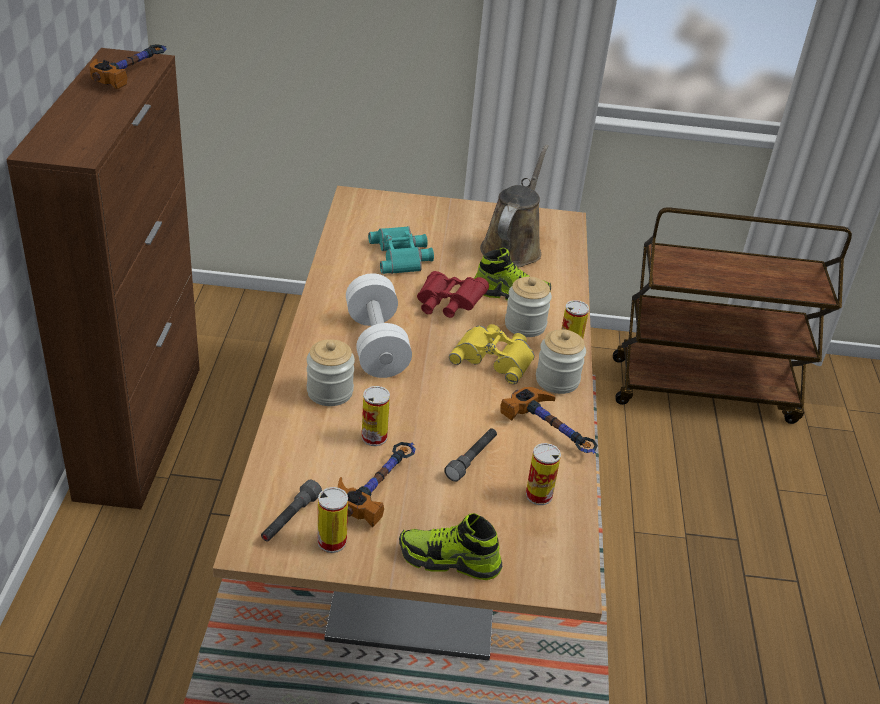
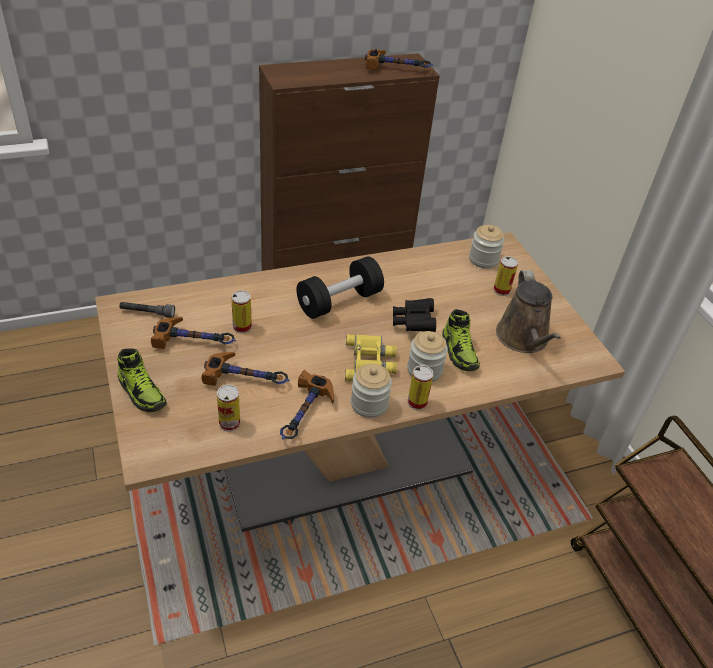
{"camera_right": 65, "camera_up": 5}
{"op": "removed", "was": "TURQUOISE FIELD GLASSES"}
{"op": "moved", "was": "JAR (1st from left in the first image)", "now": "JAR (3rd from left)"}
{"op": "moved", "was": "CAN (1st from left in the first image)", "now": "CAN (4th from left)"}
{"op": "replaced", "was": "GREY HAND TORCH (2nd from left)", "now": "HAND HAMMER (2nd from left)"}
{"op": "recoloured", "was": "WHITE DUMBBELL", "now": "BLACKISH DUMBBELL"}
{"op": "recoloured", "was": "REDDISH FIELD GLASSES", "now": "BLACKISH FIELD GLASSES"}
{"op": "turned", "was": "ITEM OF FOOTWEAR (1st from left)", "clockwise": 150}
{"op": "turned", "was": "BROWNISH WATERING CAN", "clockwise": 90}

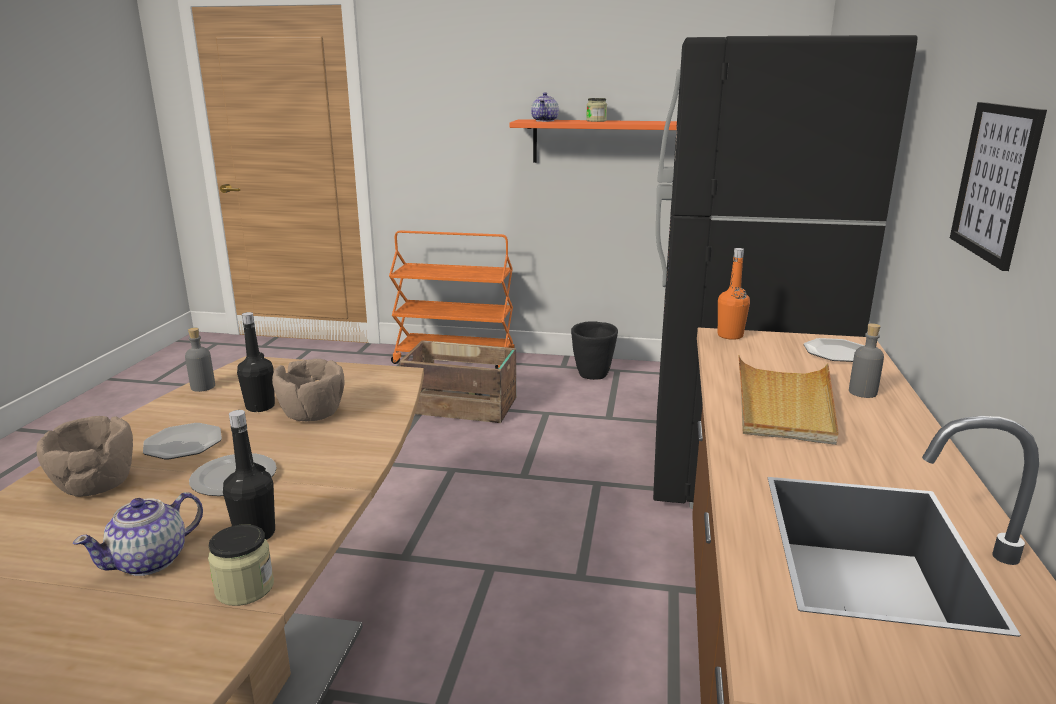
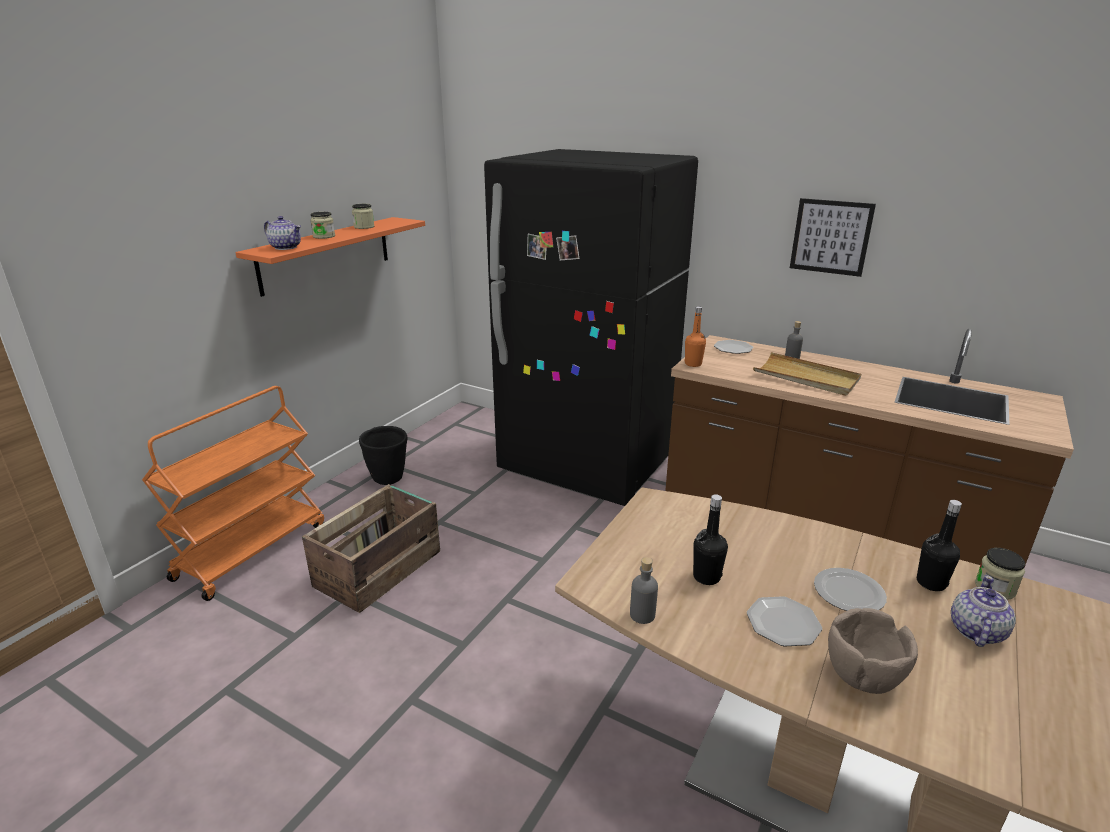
{"camera_right": -70, "camera_up": 5}
{"op": "removed", "was": "BROWNISH SERVING BOWL (2nd from left)"}
{"op": "added", "now": "JAR (2nd from left)"}
{"op": "turned", "was": "POT FOR TEA (1st from left in the first image)", "clockwise": -120}

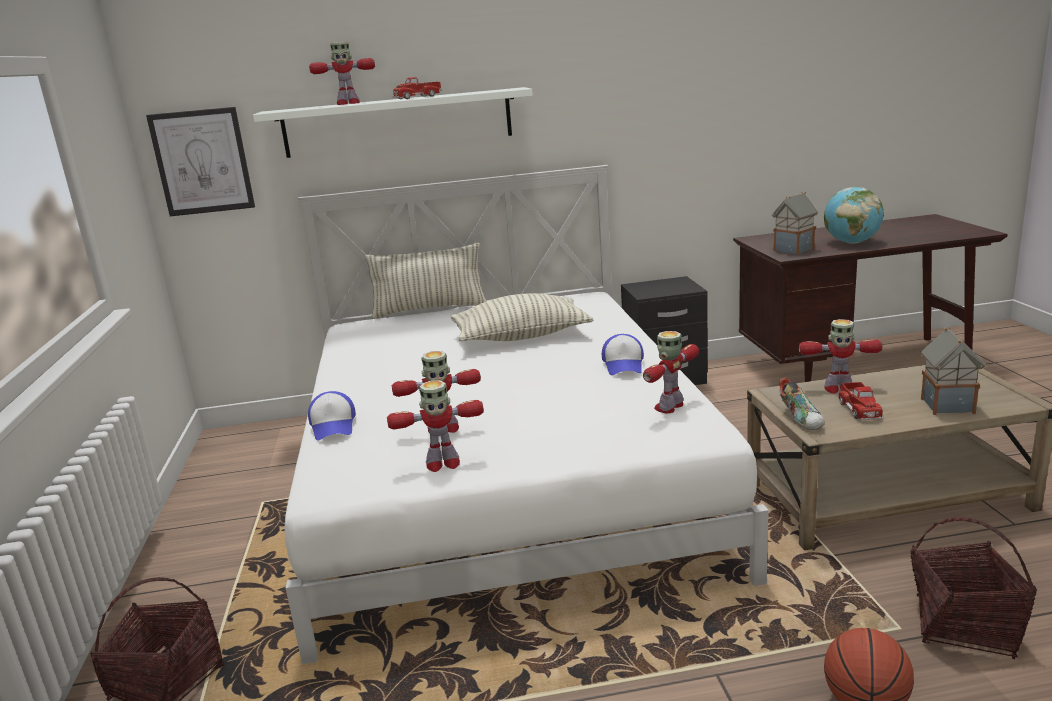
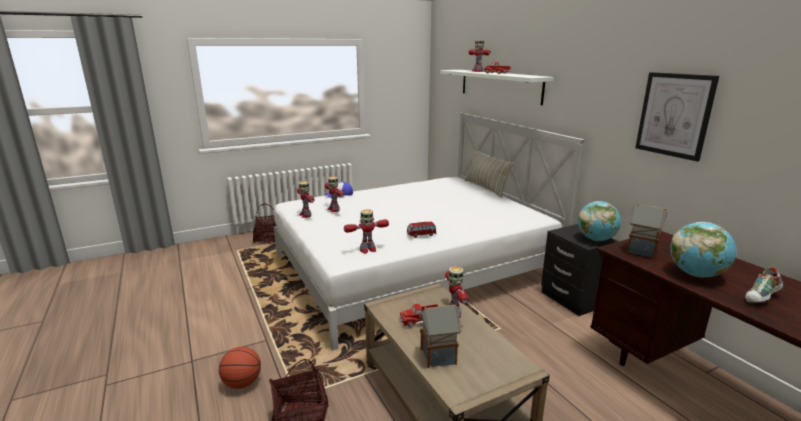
{"camera_right": 70, "camera_up": 0}
{"op": "removed", "was": "THROW PILLOW (2nd from left)"}
{"op": "added", "now": "DESK GLOBE (1st from left)"}
{"op": "moved", "was": "WALL PICTURE"}
{"op": "moved", "was": "ITEM OF FOOTWEAR"}
{"op": "replaced", "was": "BASEBALL CAP (2nd from left)", "now": "MINIATURE CAR"}
{"op": "turned", "was": "ROBOT FIGURE (4th from left in the first image)", "clockwise": 135}

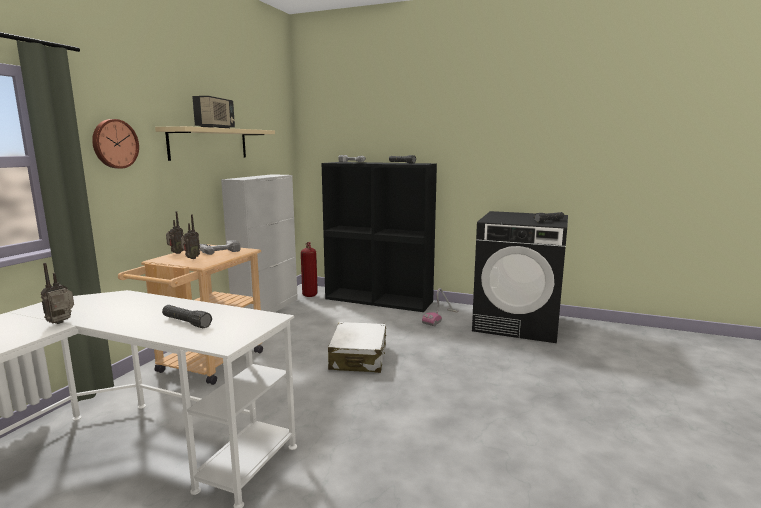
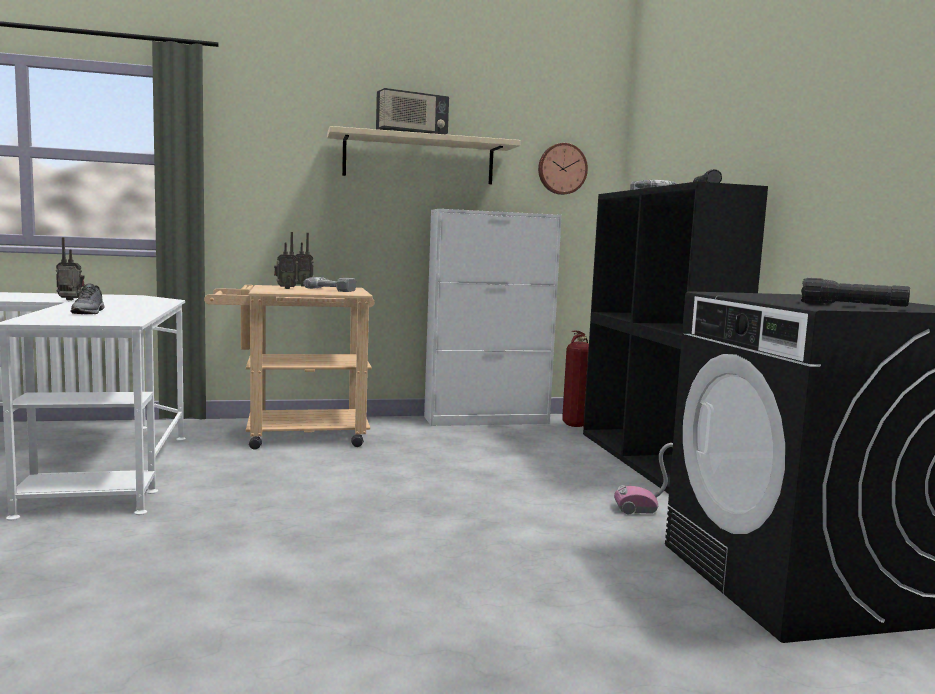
{"camera_right": 55, "camera_up": -5}
{"op": "removed", "was": "WHITE SUITCASE"}
{"op": "moved", "was": "WALL CLOCK"}
{"op": "replaced", "was": "BLACKISH HAND TORCH (1st from left)", "now": "GREY ITEM OF FOOTWEAR"}

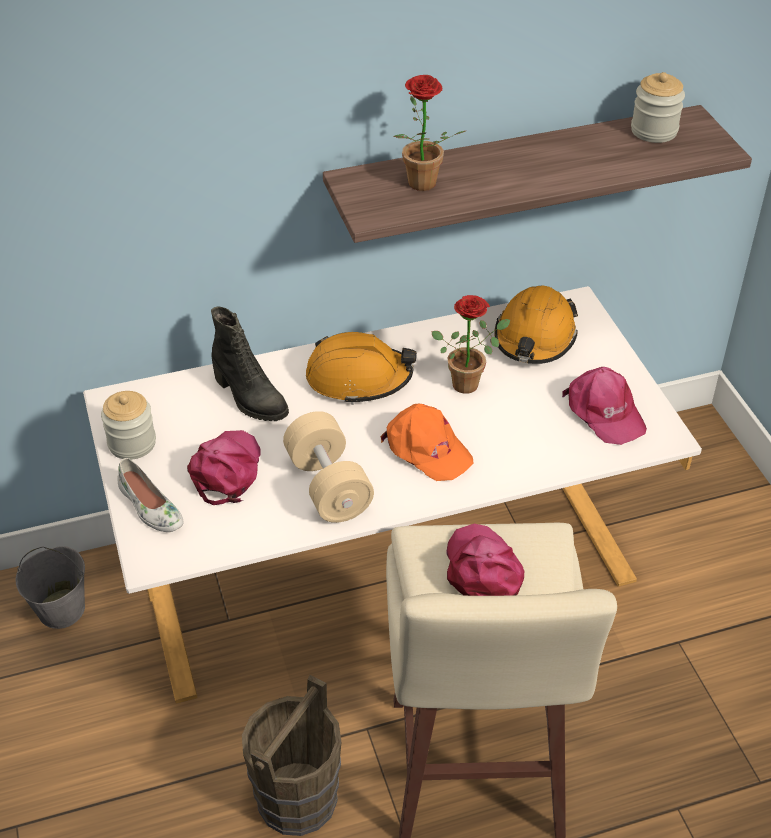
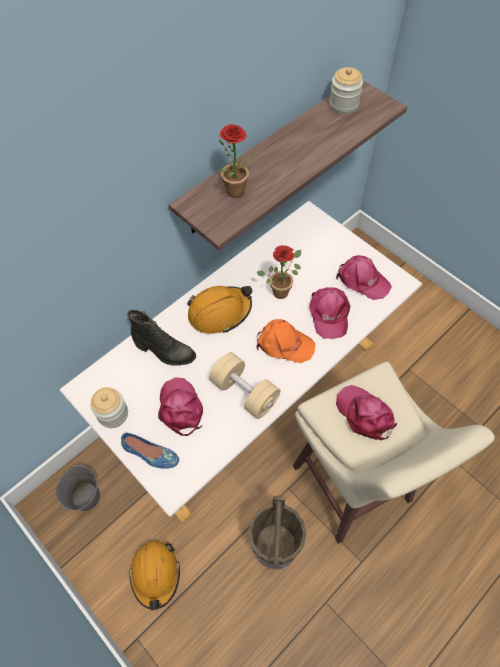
{"camera_right": -25, "camera_up": 15}
{"op": "added", "now": "PINK-COLOURED BASEBALL CAP (2nd from left)"}
{"op": "moved", "was": "ORANGEY WORK HELMET (2nd from left in the first image)", "now": "ORANGEY WORK HELMET (1st from left)"}
{"op": "recoloured", "was": "WHITE ITEM OF FOOTWEAR", "now": "BLUE ITEM OF FOOTWEAR"}

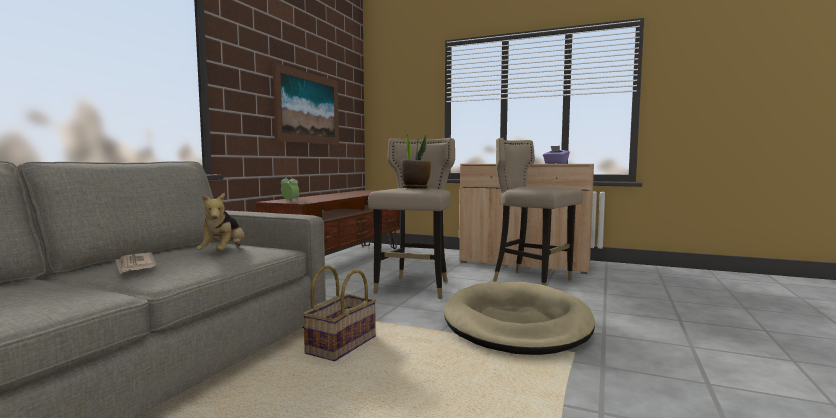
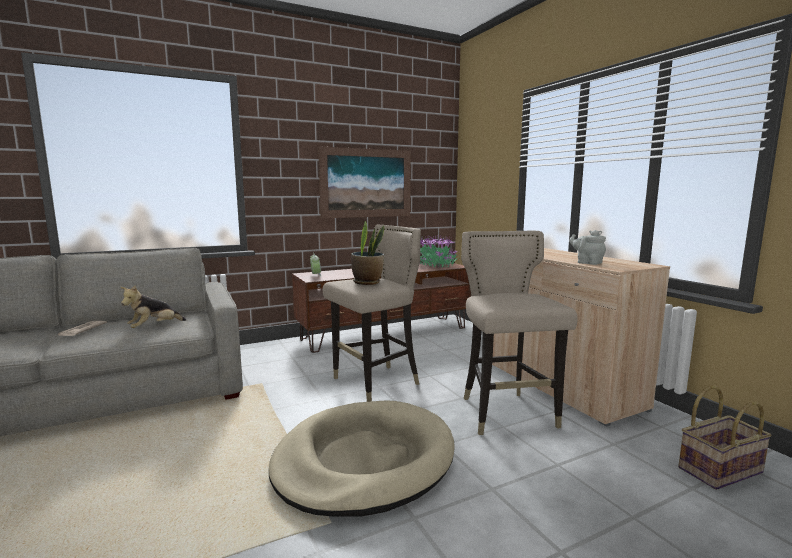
{"camera_right": 40, "camera_up": 5}
{"op": "added", "now": "HOUSEPLANT (2nd from left)"}
{"op": "moved", "was": "HOUSEHOLD BASKET"}
{"op": "replaced", "was": "PURPLE TISSUE HOLDER", "now": "GREY POT FOR TEA"}

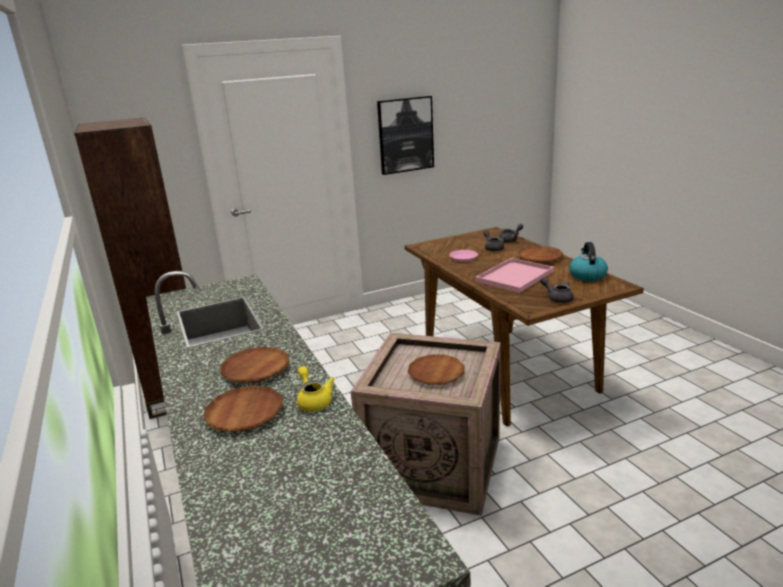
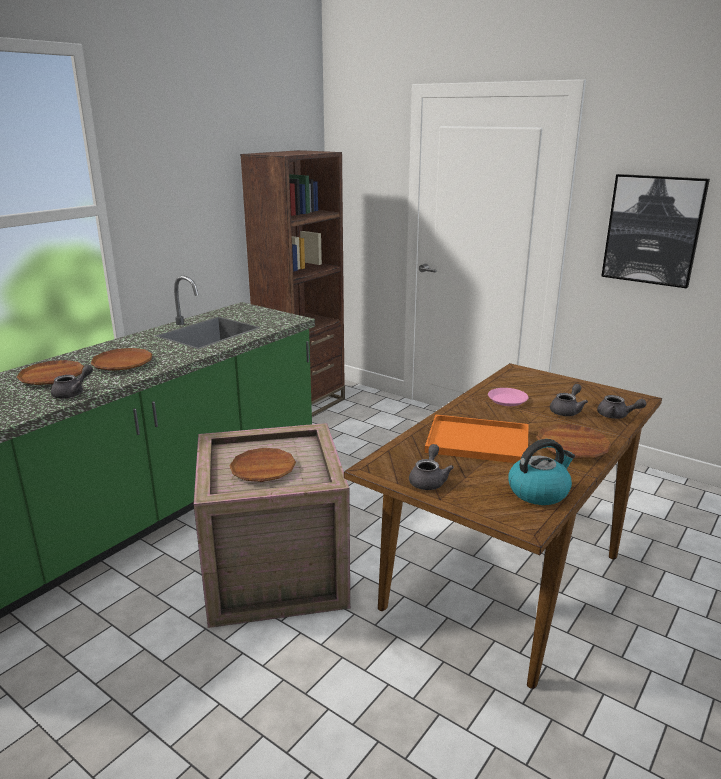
{"camera_right": 60, "camera_up": 0}
{"op": "recoloured", "was": "YELLOWISH POT FOR TEA", "now": "GREY POT FOR TEA (1st from left)"}
{"op": "recoloured", "was": "PINK-COLOURED SERVING TRAY", "now": "ORANGEY SERVING TRAY"}

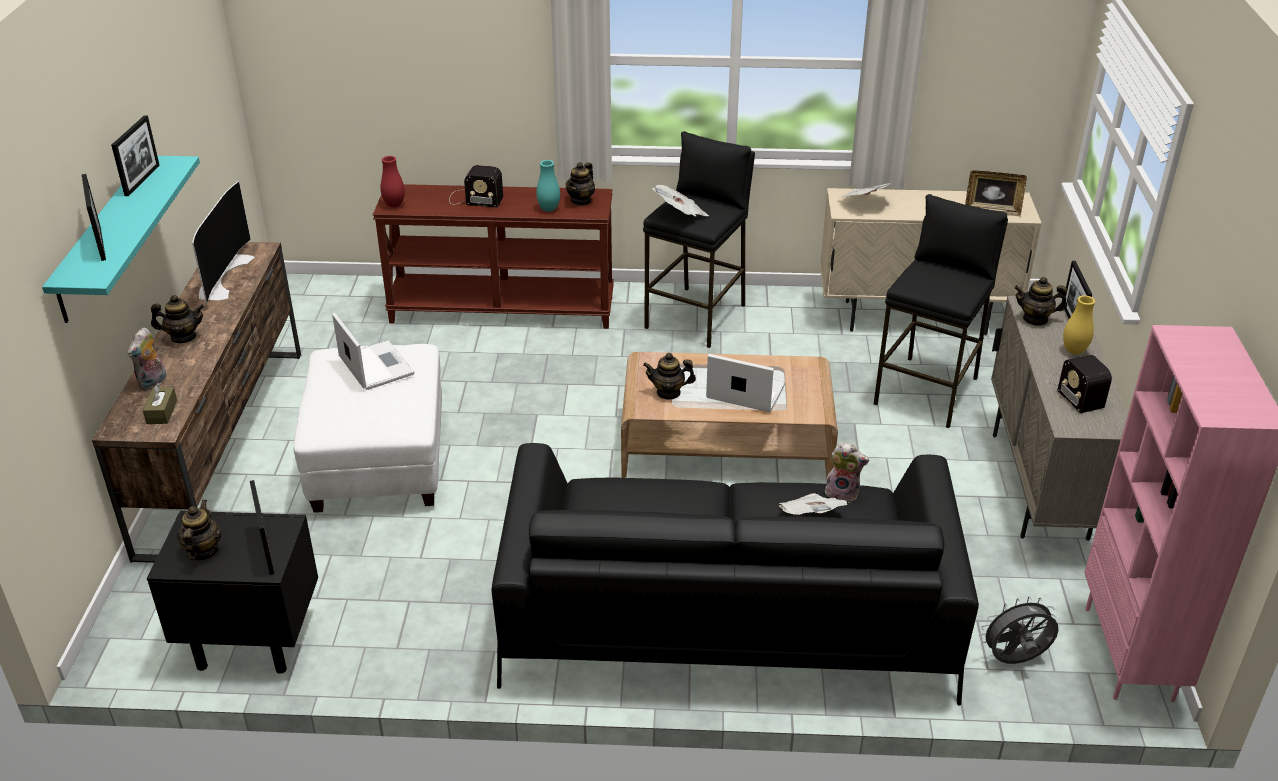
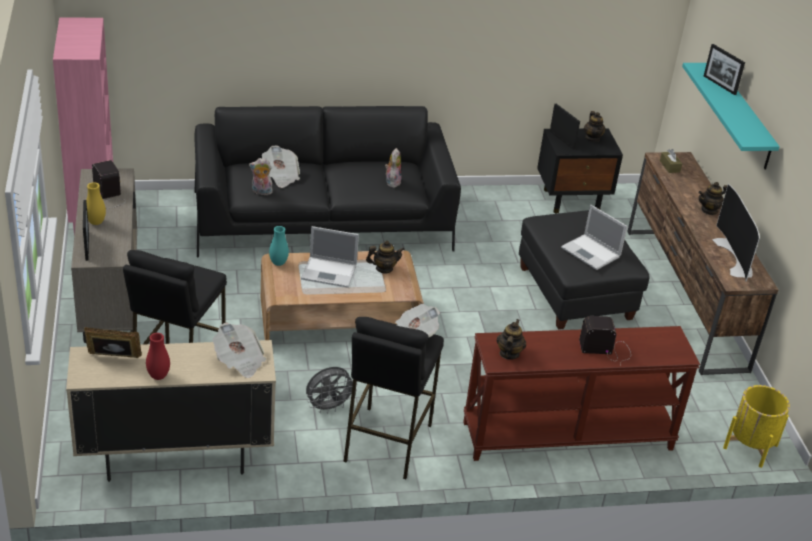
{"camera_right": 165, "camera_up": 0}
{"op": "removed", "was": "PICTURE FRAME (2nd from left)"}
{"op": "removed", "was": "POT FOR TEA (5th from left)"}
{"op": "added", "now": "YELLOWISH FLOWER POT"}
{"op": "moved", "was": "SOFT TOY (1st from left in the first image)", "now": "SOFT TOY (2nd from left)"}
{"op": "moved", "was": "REDDISH DECORATIVE VASE"}
{"op": "moved", "was": "TURQUOISE DECORATIVE VASE"}
{"op": "moved", "was": "GREY COOLING FAN"}
{"op": "recoloured", "was": "WHITE OTTOMAN", "now": "BLACKISH OTTOMAN"}

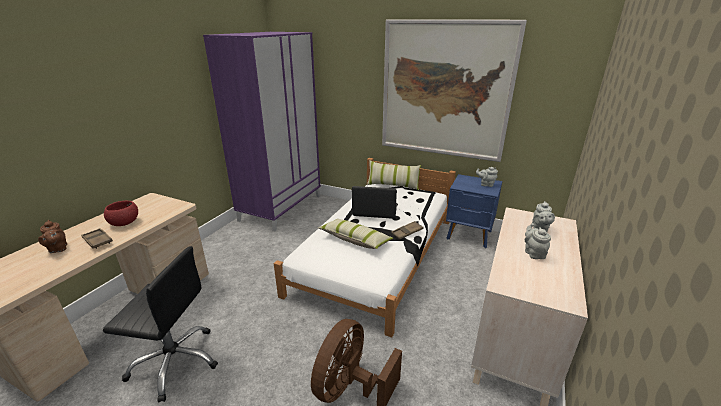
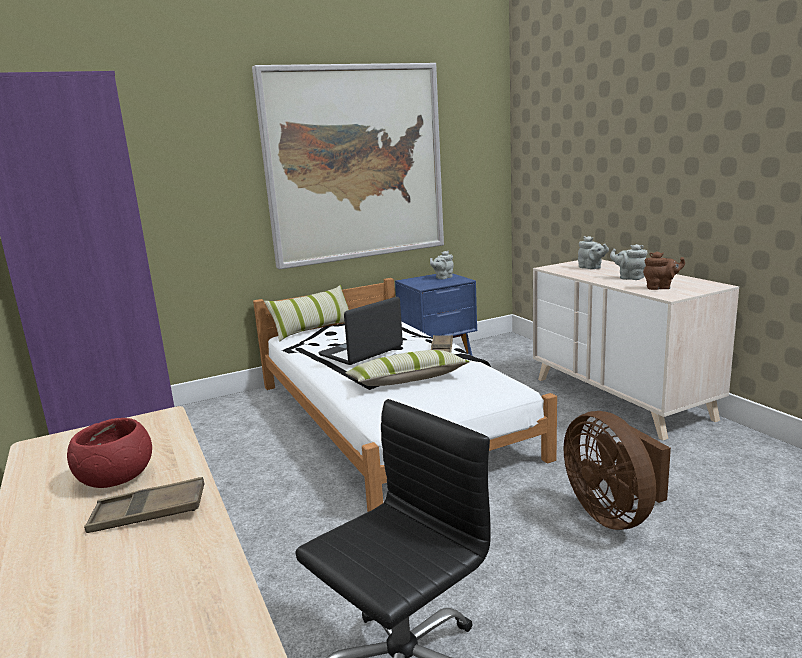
{"camera_right": -50, "camera_up": -10}
{"op": "moved", "was": "BROWNISH POT FOR TEA"}

